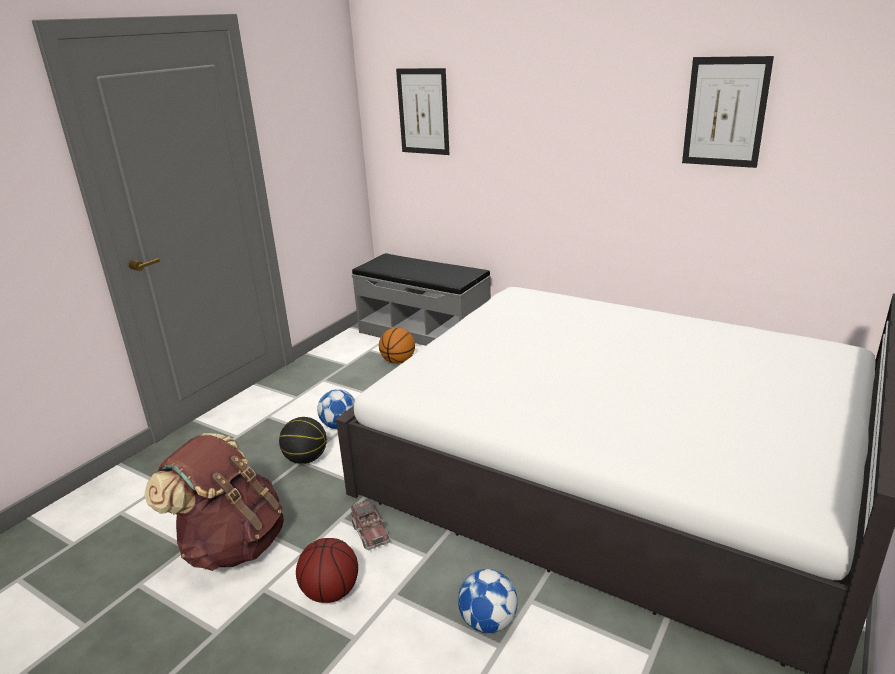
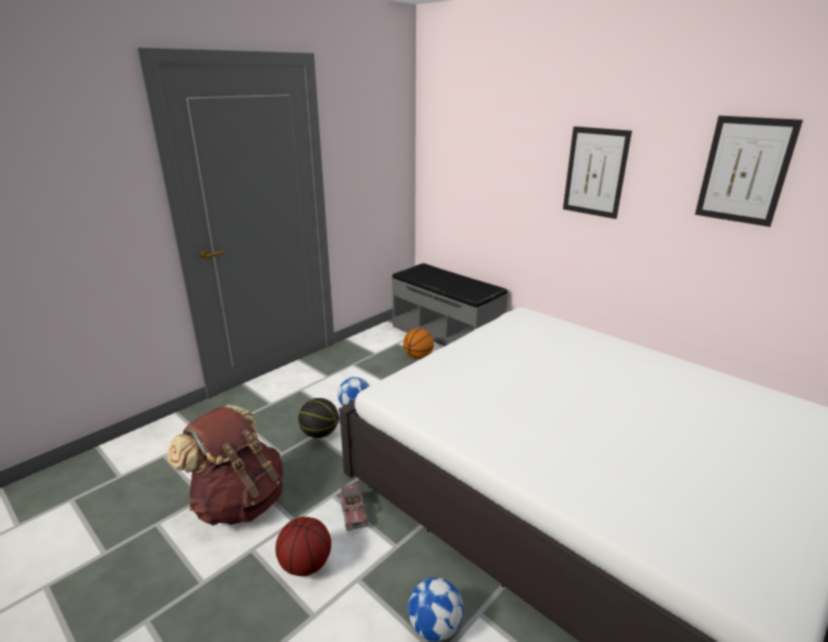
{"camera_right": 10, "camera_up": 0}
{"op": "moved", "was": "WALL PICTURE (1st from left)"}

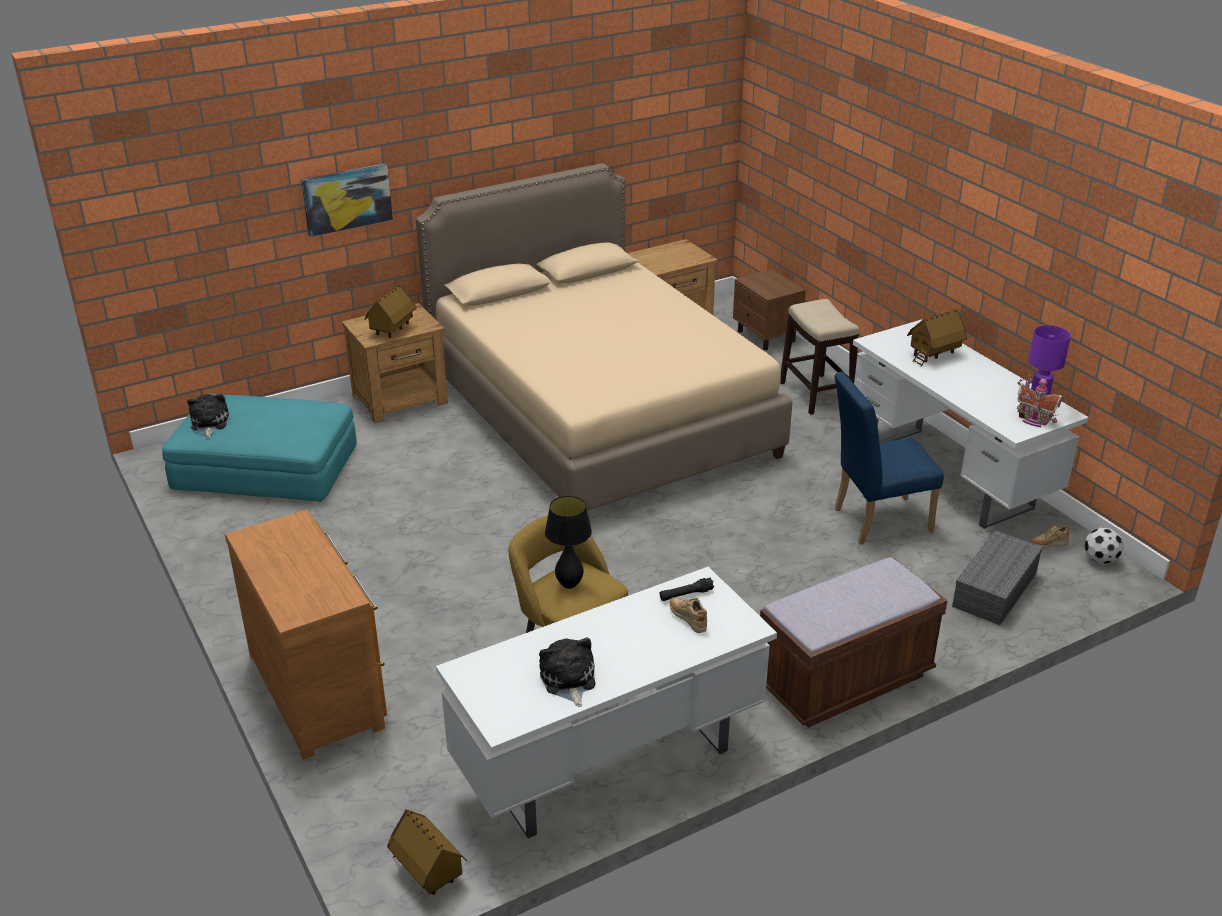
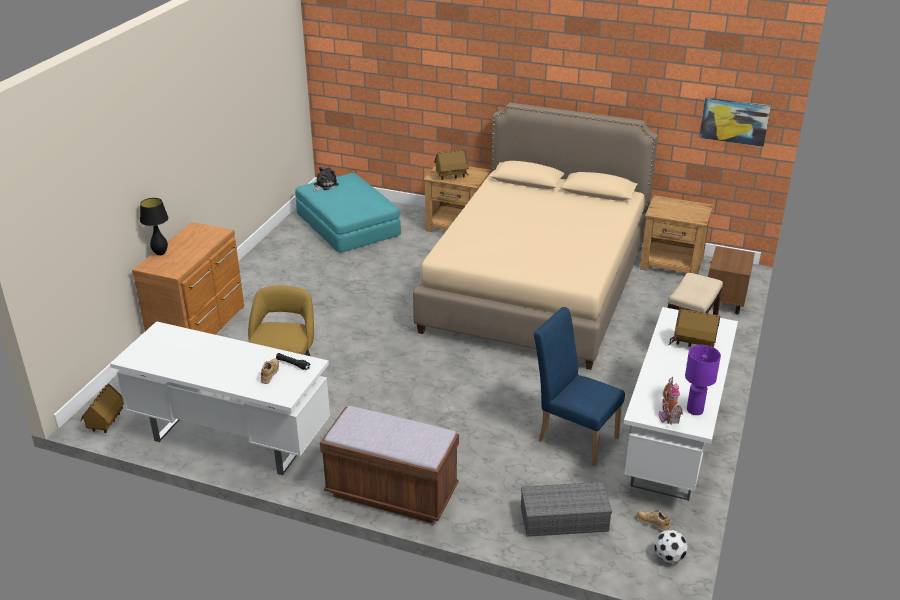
{"camera_right": 50, "camera_up": 0}
{"op": "removed", "was": "SOFT TOY (2nd from left)"}
{"op": "moved", "was": "WALL PICTURE"}
{"op": "moved", "was": "BLACKISH TABLETOP LAMP"}

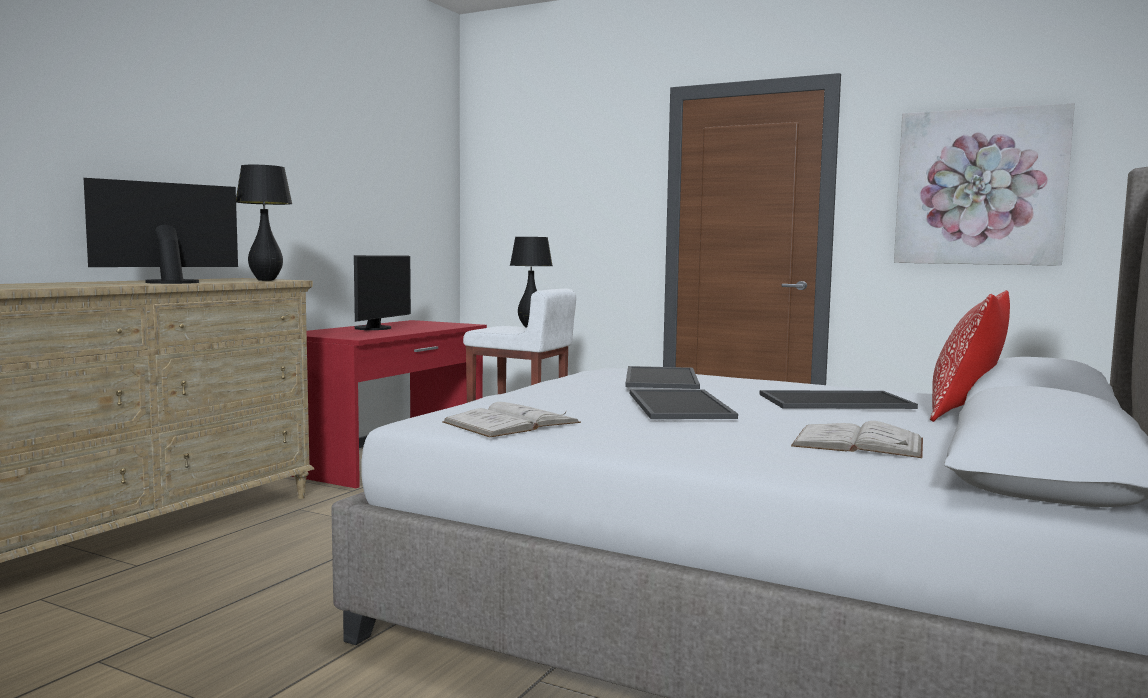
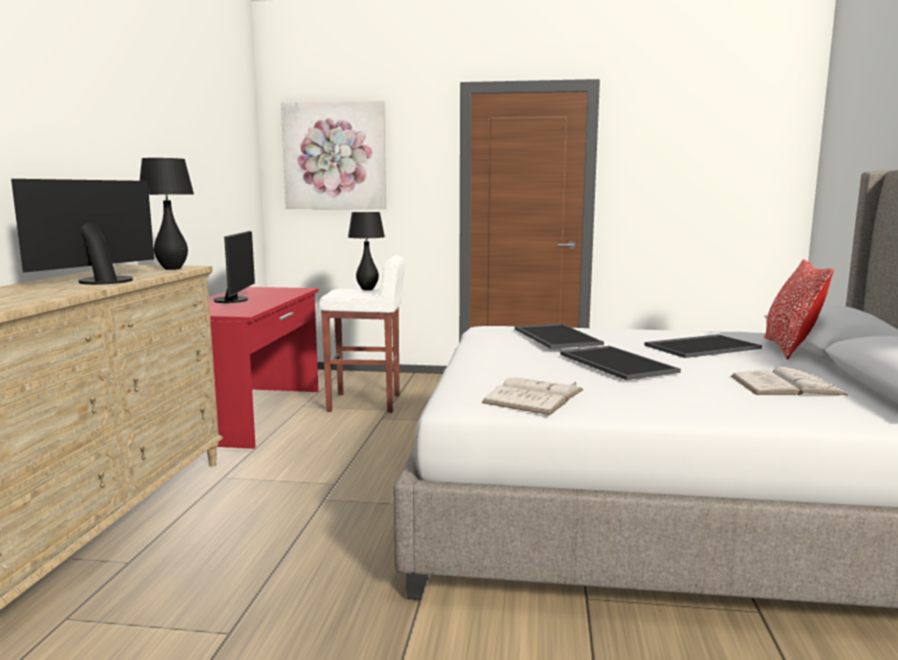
{"camera_right": -20, "camera_up": 5}
{"op": "moved", "was": "WALL PICTURE"}

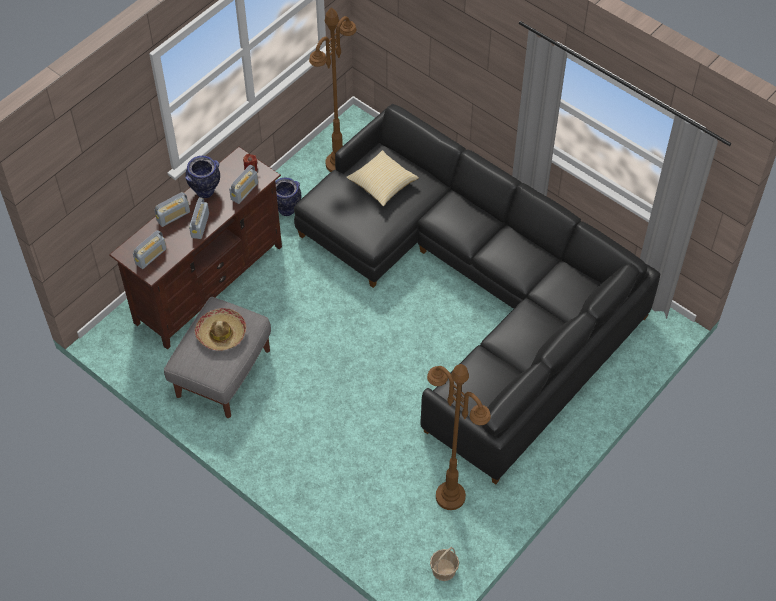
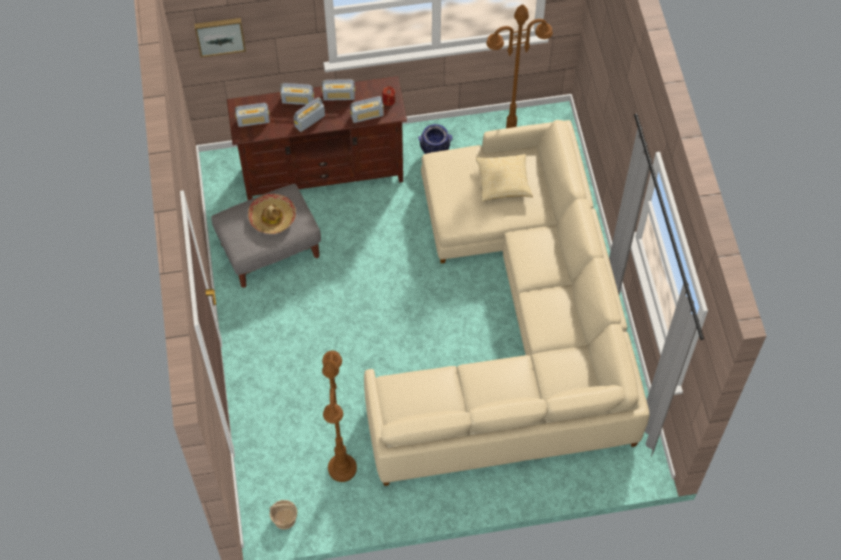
{"camera_right": 40, "camera_up": 5}
{"op": "added", "now": "WALL PICTURE"}
{"op": "replaced", "was": "DECORATIVE VASE (1st from left)", "now": "RADIO SET (4th from left)"}
{"op": "recoloured", "was": "BLACKISH SETTEE", "now": "SAND-COLOURED SETTEE"}

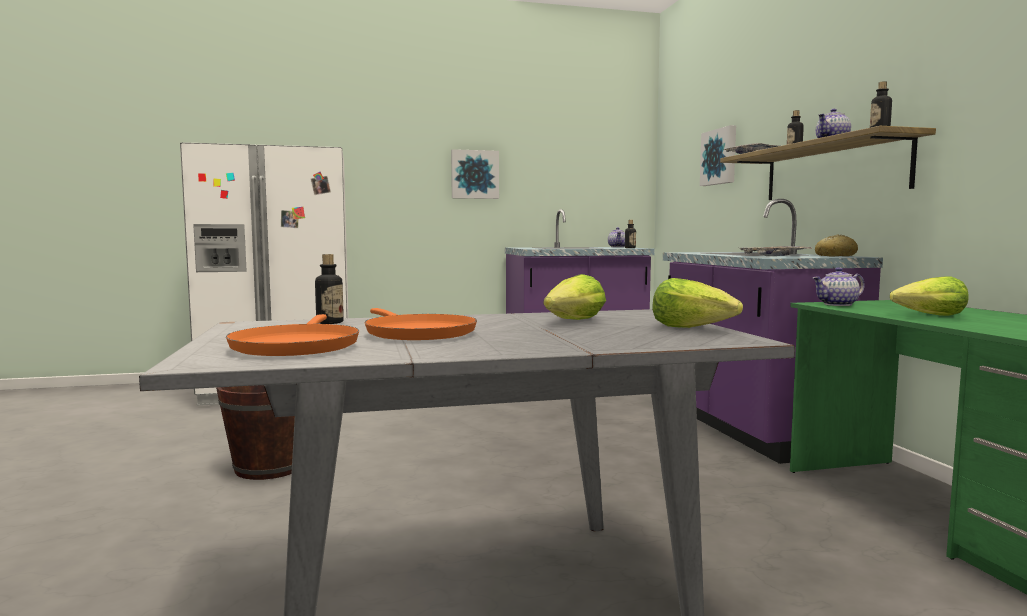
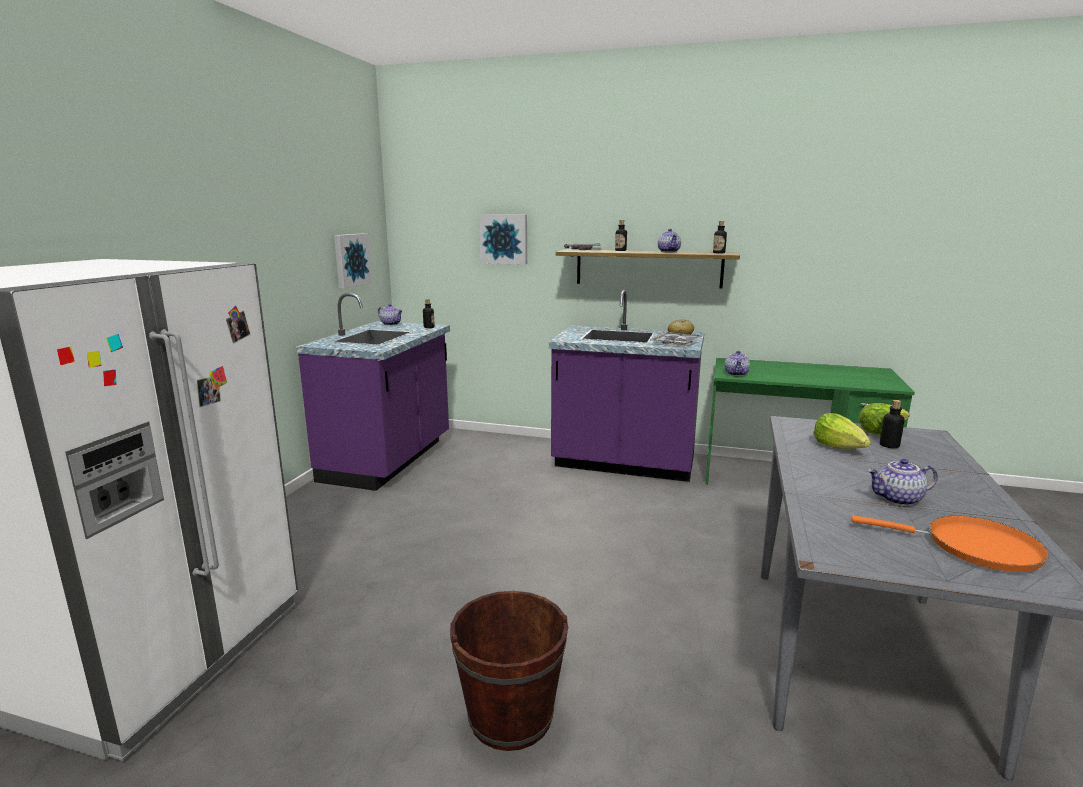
{"camera_right": -60, "camera_up": 10}
{"op": "removed", "was": "LETTUCE HEAD (3rd from left)"}
{"op": "moved", "was": "DRINK BOTTLE (1st from left in the first image)", "now": "DRINK BOTTLE (4th from left)"}
{"op": "moved", "was": "WALL PICTURE (1st from left)"}
{"op": "replaced", "was": "ORANGEY FRYING PAN (2nd from left)", "now": "POT FOR TEA (4th from left)"}

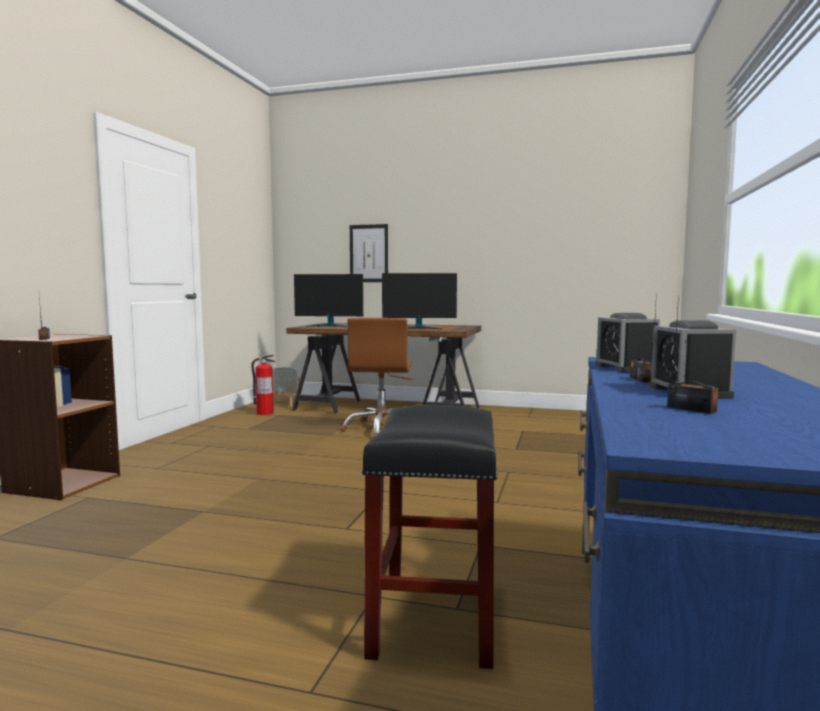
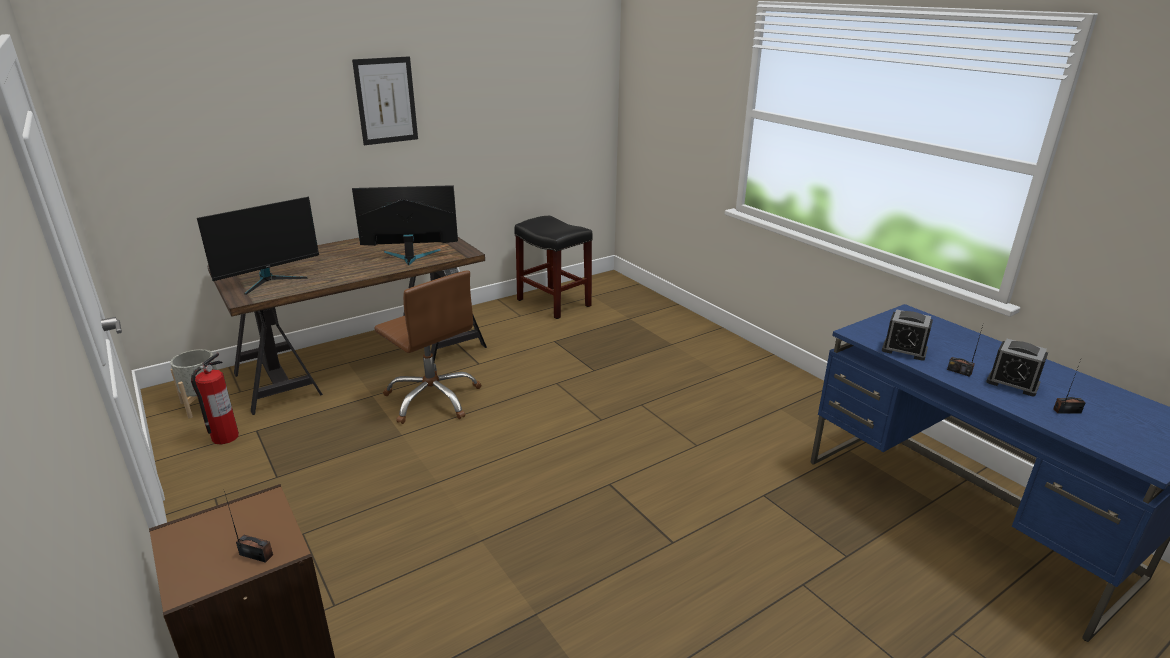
{"camera_right": -50, "camera_up": 20}
{"op": "moved", "was": "WALL PICTURE"}
{"op": "moved", "was": "BLACKISH STOOL SEAT"}
{"op": "turned", "was": "MONITOR (2nd from left)", "clockwise": -135}

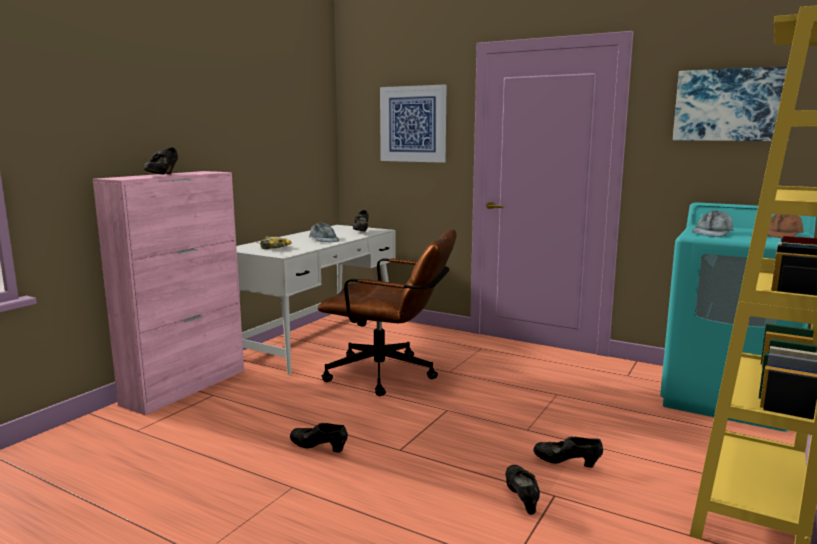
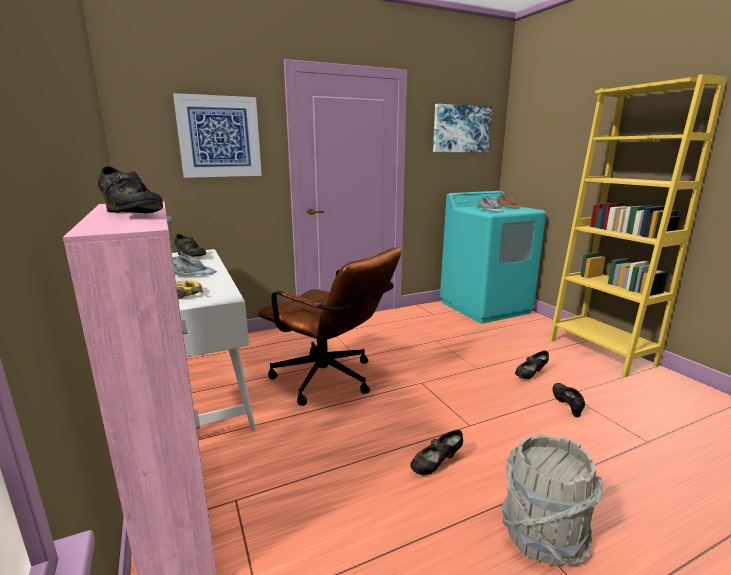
{"camera_right": -55, "camera_up": 5}
{"op": "added", "now": "GREY PAIL"}
{"op": "turned", "was": "BROWNISH OFFICE CHAIR", "clockwise": 75}
{"op": "turned", "was": "BLACKISH ITEM OF FOOTWEAR (4th from left in the first image)", "clockwise": 60}

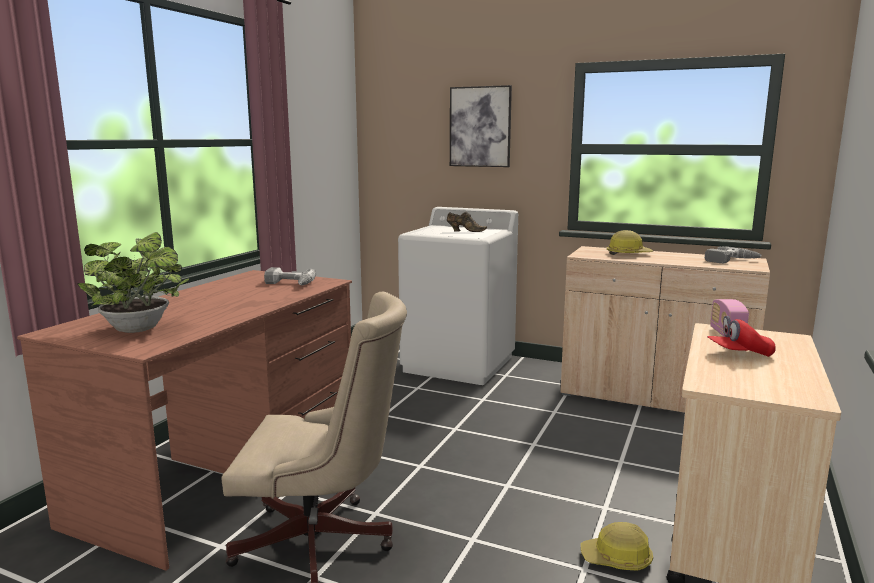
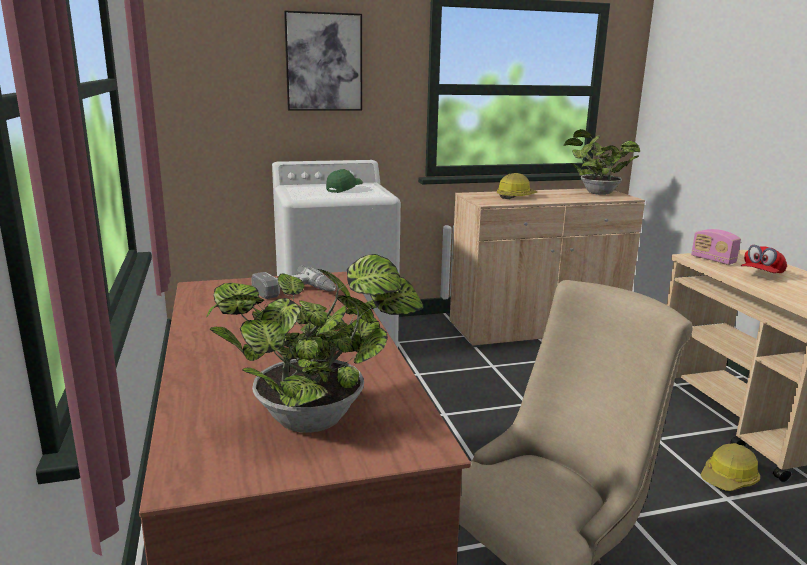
{"camera_right": -40, "camera_up": 5}
{"op": "replaced", "was": "BROWNISH ITEM OF FOOTWEAR", "now": "GREEN-COLOURED BASEBALL CAP"}
{"op": "replaced", "was": "ELECTRIC DRILL (2nd from left)", "now": "HOUSEPLANT (2nd from left)"}

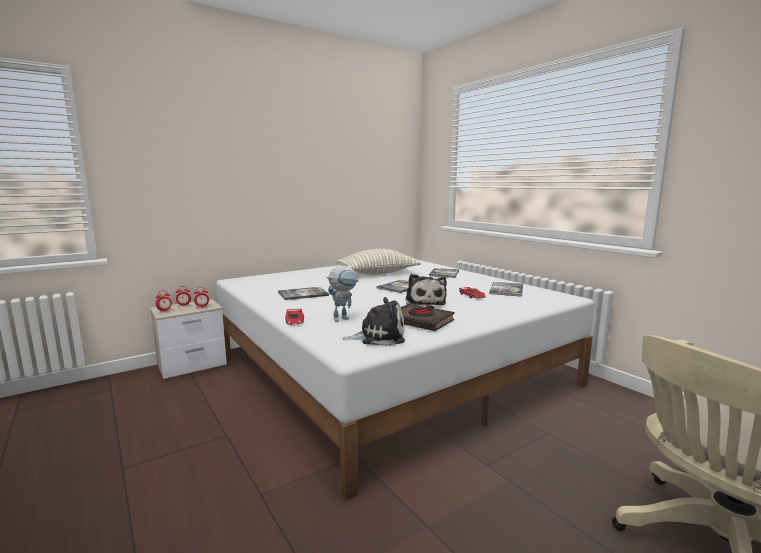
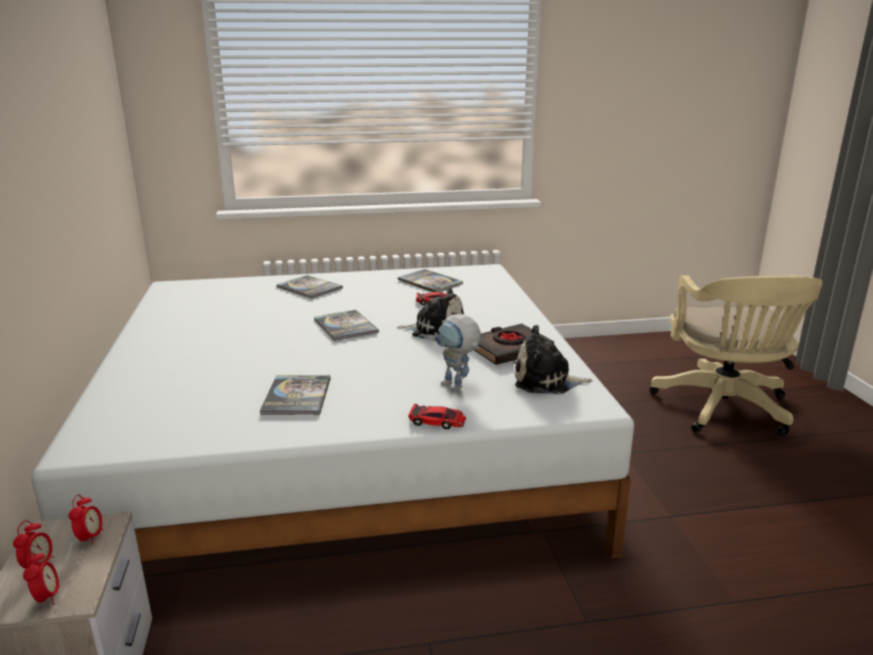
{"camera_right": -65, "camera_up": 10}
{"op": "removed", "was": "THROW PILLOW"}
{"op": "turned", "was": "ROBOT FIGURE", "clockwise": 150}
{"op": "turned", "was": "SOFT TOY (1st from left in the first image)", "clockwise": -105}

